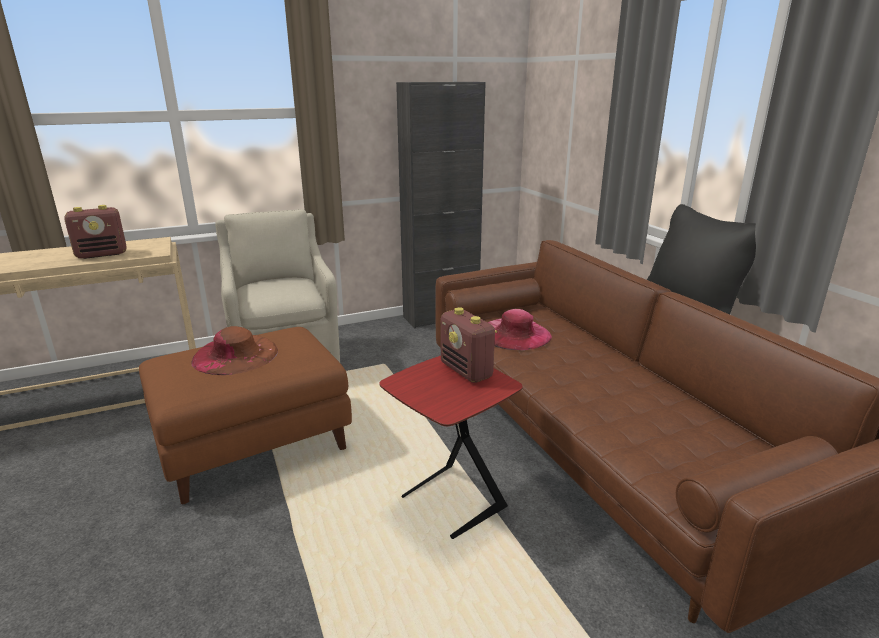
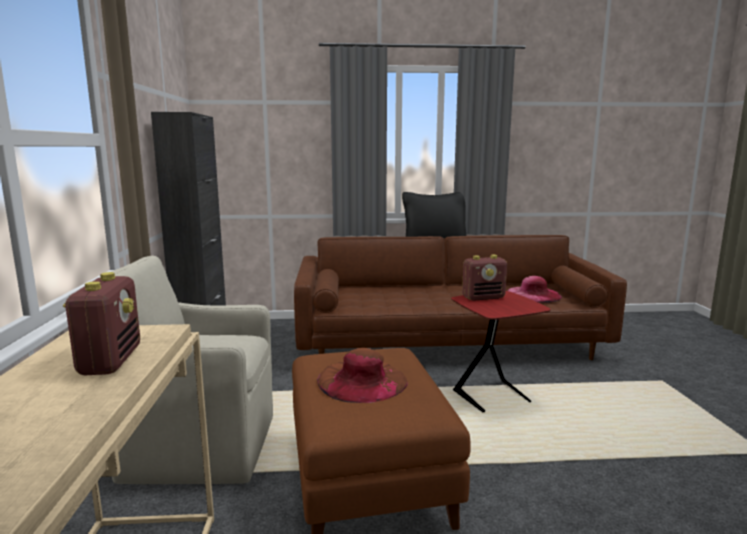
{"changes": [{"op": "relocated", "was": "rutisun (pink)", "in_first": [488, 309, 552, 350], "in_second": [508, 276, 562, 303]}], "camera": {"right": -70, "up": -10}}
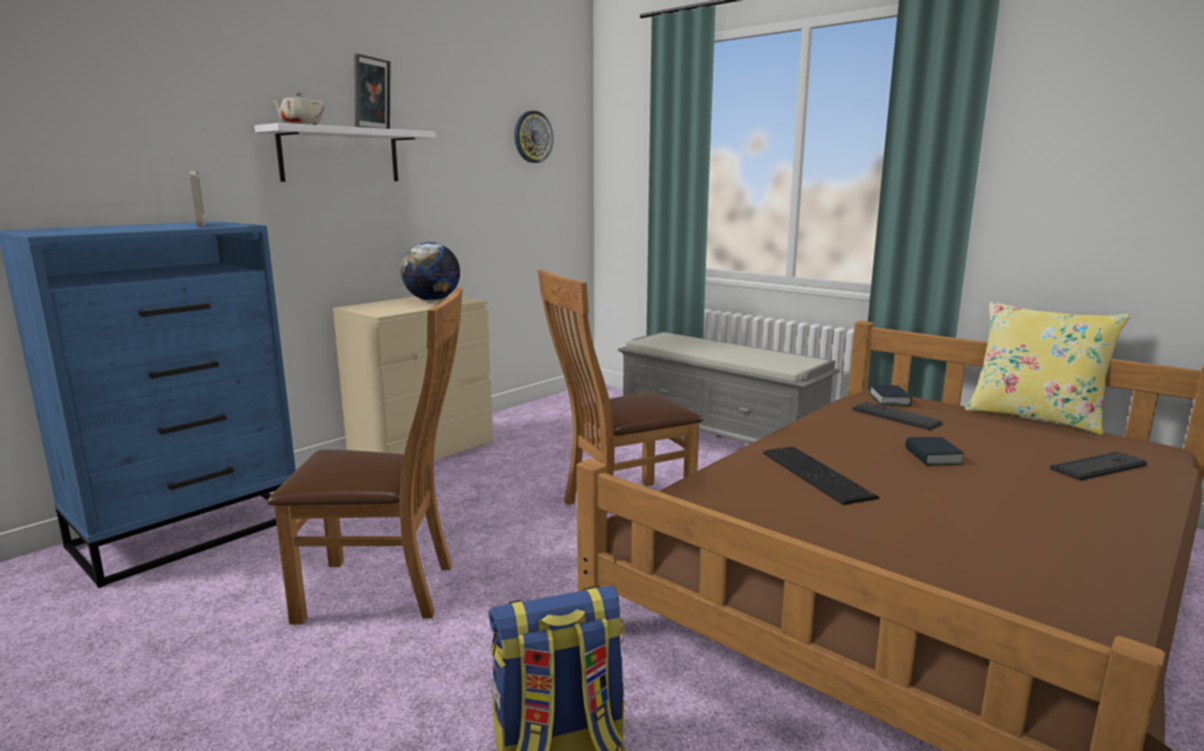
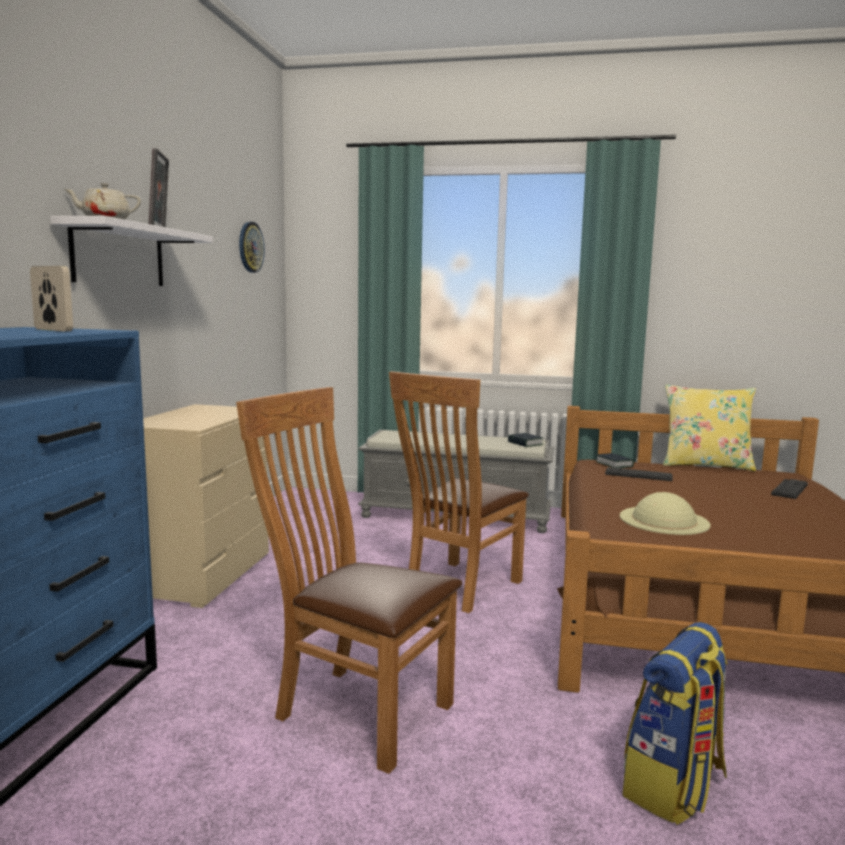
{"changes": [{"op": "missing", "was": "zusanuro", "in_first": [401, 242, 460, 301]}, {"op": "spun", "was": "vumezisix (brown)", "in_first": [267, 288, 463, 625], "in_second": [236, 387, 462, 774], "clockwise": -120}, {"op": "relocated", "was": "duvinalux", "in_first": [905, 437, 964, 466], "in_second": [508, 433, 543, 447]}, {"op": "exchanged", "was": "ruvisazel", "now": "rutisun (beige)", "in_first": [763, 447, 880, 505], "in_second": [620, 492, 711, 535]}], "camera": {"right": -30, "up": -5}}
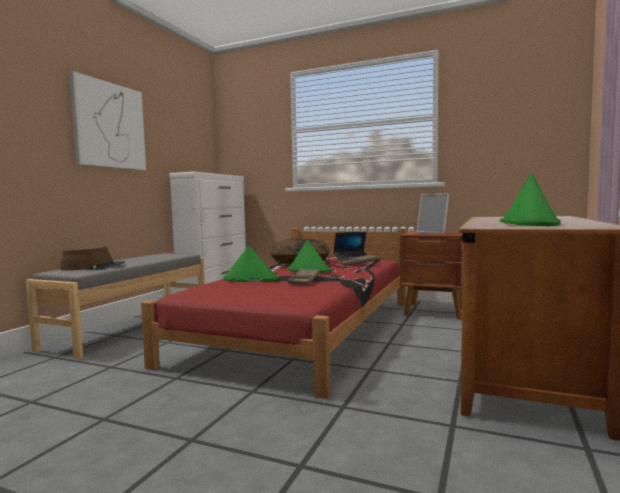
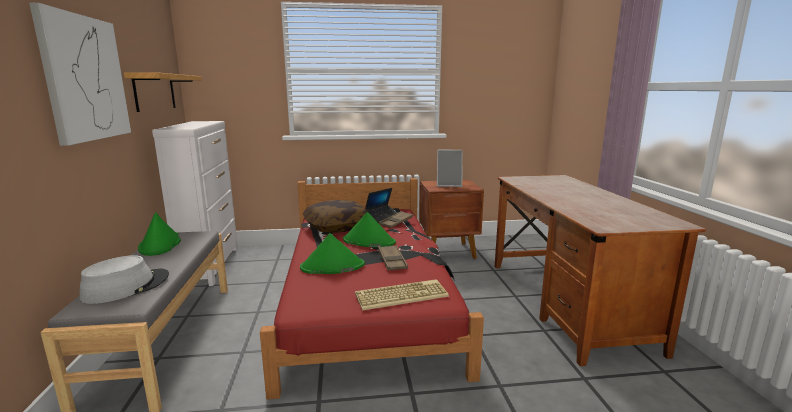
{"changes": [{"op": "relocated", "was": "rutisun (green)", "in_first": [500, 173, 561, 226], "in_second": [138, 212, 181, 256]}, {"op": "colour", "was": "rutisun (brown)", "now": "rutisun (grey)", "in_first": [60, 246, 125, 271], "in_second": [80, 255, 169, 304]}, {"op": "appeared", "now": "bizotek", "in_second": [124, 72, 202, 112]}, {"op": "appeared", "now": "ruvisazel", "in_second": [355, 279, 449, 311]}], "camera": {"right": -30, "up": 10}}
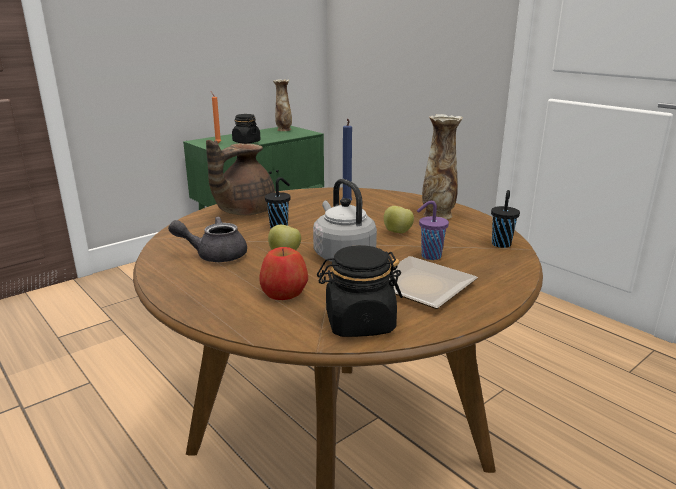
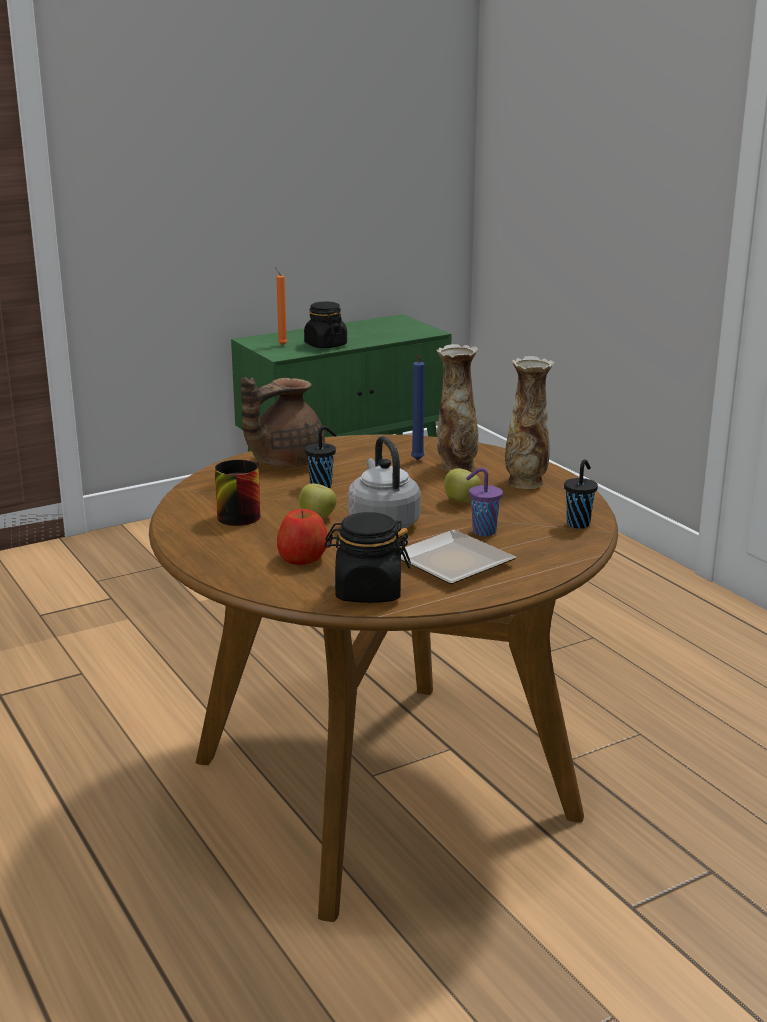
{"changes": [{"op": "relocated", "was": "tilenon", "in_first": [273, 79, 292, 131], "in_second": [436, 344, 479, 471]}, {"op": "exchanged", "was": "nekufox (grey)", "now": "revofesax", "in_first": [168, 217, 247, 262], "in_second": [214, 460, 260, 526]}], "camera": {"right": 10, "up": 0}}
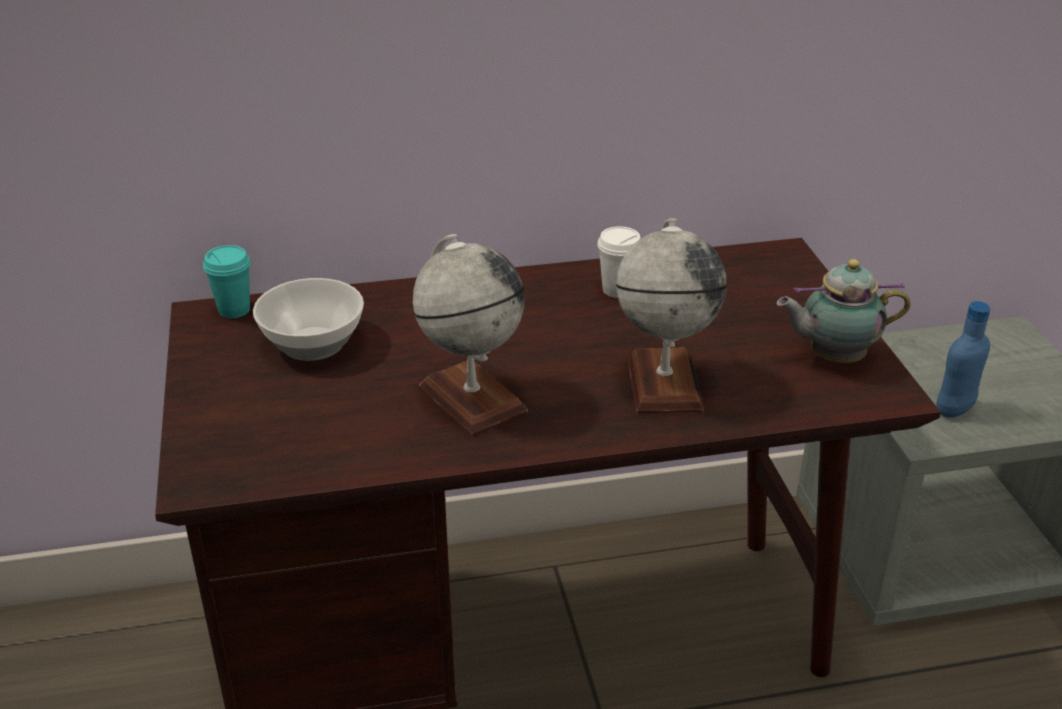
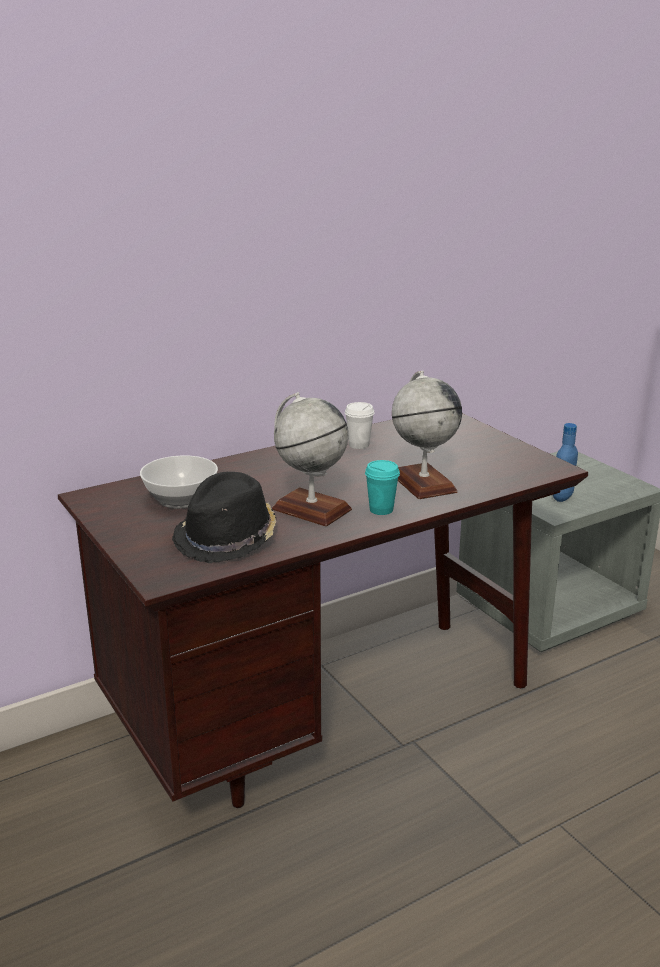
{"changes": [{"op": "relocated", "was": "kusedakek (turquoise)", "in_first": [203, 245, 250, 318], "in_second": [365, 460, 400, 515]}, {"op": "missing", "was": "nekufox", "in_first": [777, 259, 911, 363]}, {"op": "appeared", "now": "rutisun (black)", "in_second": [172, 472, 276, 563]}], "camera": {"right": -20, "up": -10}}
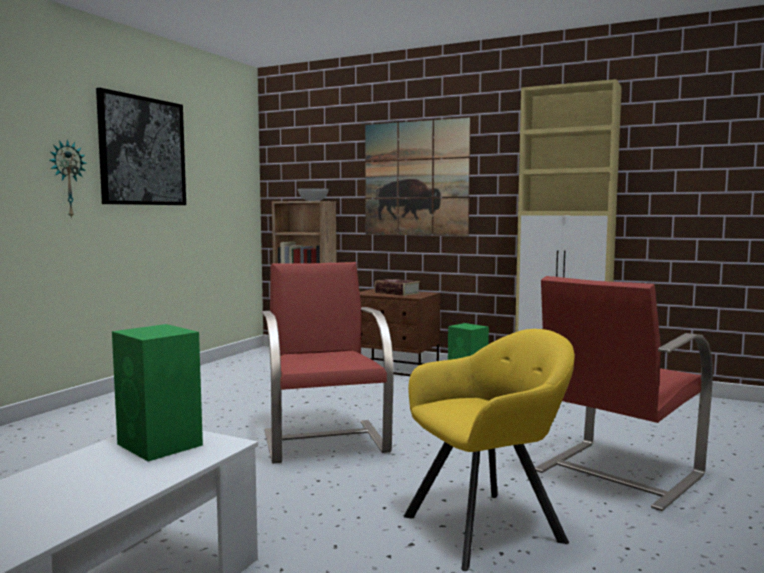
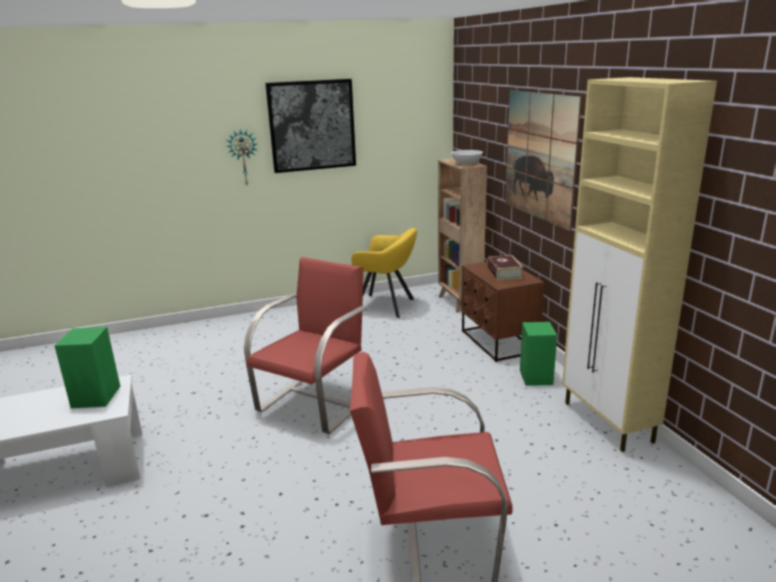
{"changes": [{"op": "relocated", "was": "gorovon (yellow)", "in_first": [404, 329, 575, 571], "in_second": [351, 228, 417, 318]}], "camera": {"right": 45, "up": 15}}
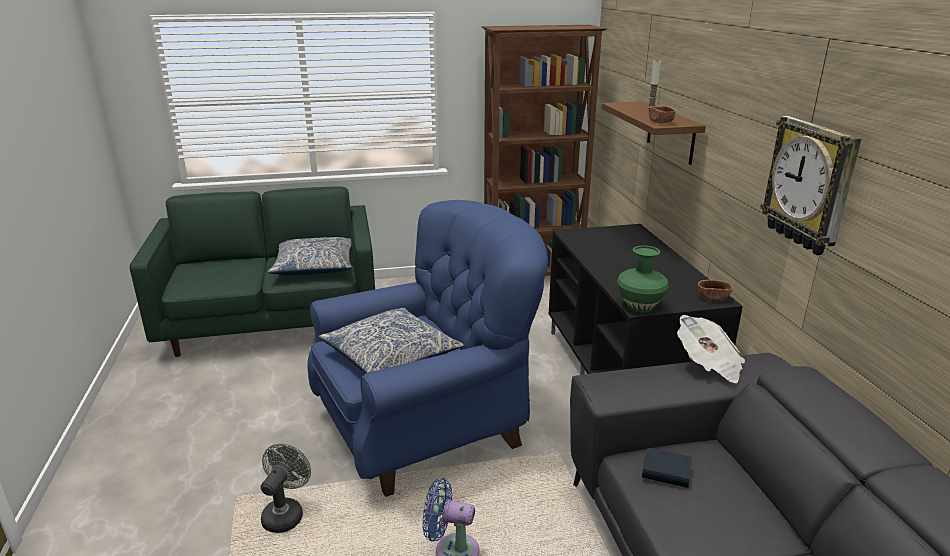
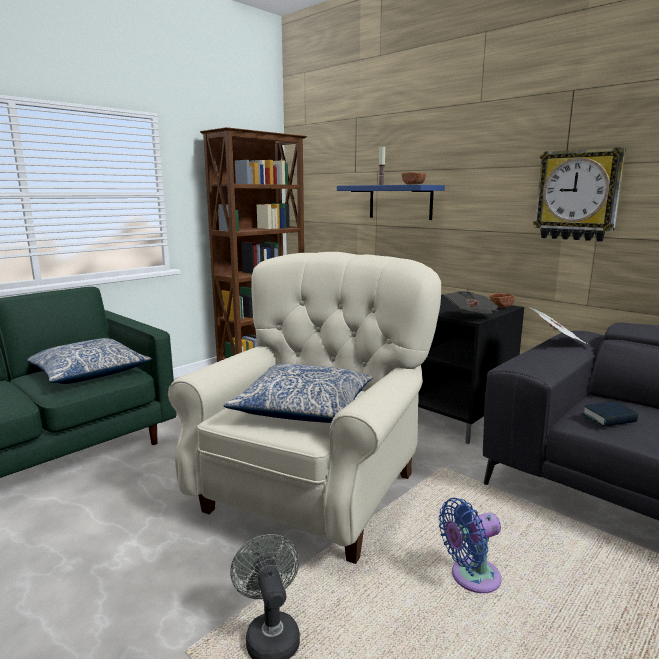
{"changes": [{"op": "colour", "was": "bizotek (brown)", "now": "bizotek (blue)", "in_first": [602, 101, 706, 165], "in_second": [337, 185, 445, 220]}, {"op": "colour", "was": "gorovon (blue)", "now": "gorovon (beige)", "in_first": [307, 200, 548, 497], "in_second": [168, 252, 441, 564]}, {"op": "exchanged", "was": "tilenon (green)", "now": "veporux", "in_first": [617, 246, 669, 313], "in_second": [444, 291, 499, 314]}], "camera": {"right": -35, "up": -10}}
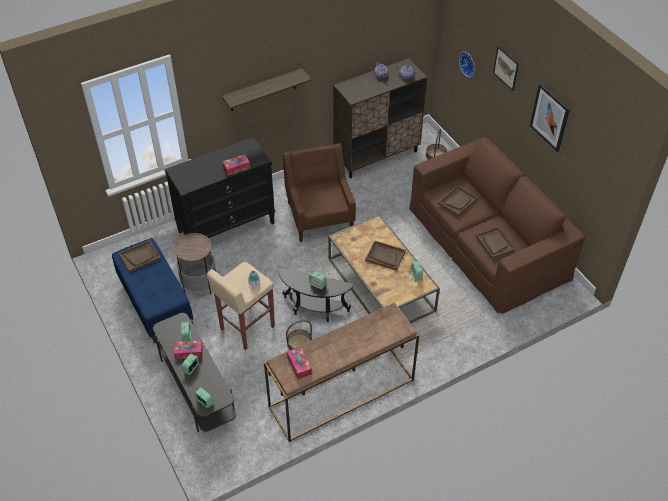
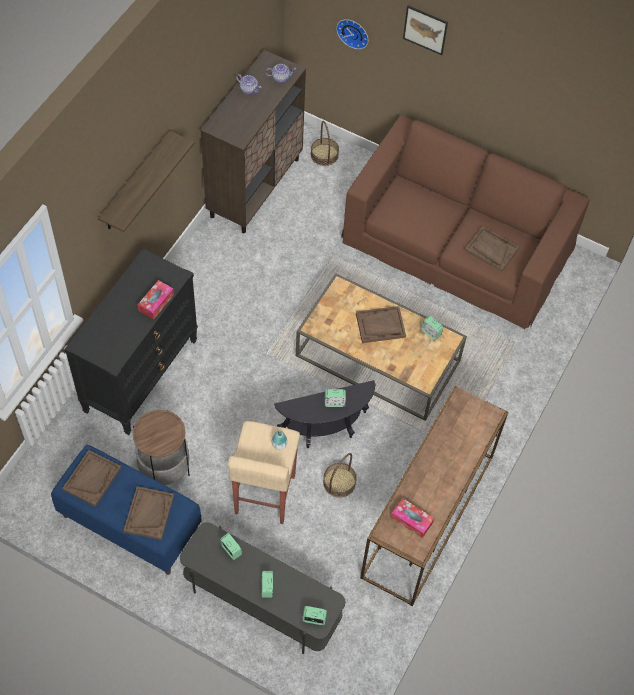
{"changes": [{"op": "missing", "was": "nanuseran", "in_first": [530, 83, 570, 152]}, {"op": "missing", "was": "gorovon (brown)", "in_first": [283, 143, 356, 242]}, {"op": "relocated", "was": "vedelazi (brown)", "in_first": [438, 186, 478, 216], "in_second": [124, 486, 174, 540]}, {"op": "missing", "was": "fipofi", "in_first": [174, 340, 203, 359]}], "camera": {"right": -35, "up": 10}}
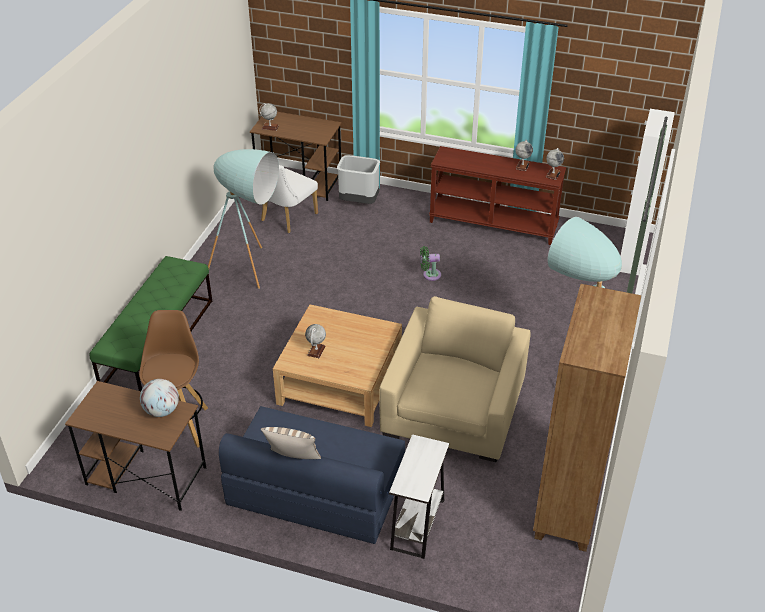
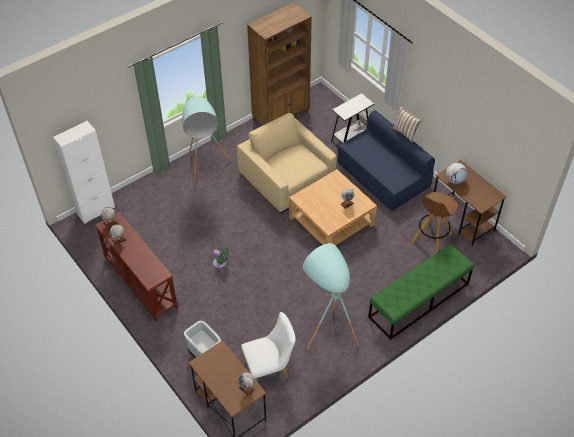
{"changes": [{"op": "spun", "was": "gorovon (beige)", "in_first": [379, 296, 531, 462], "in_second": [237, 113, 337, 213], "clockwise": 90}], "camera": {"right": -145, "up": 10}}
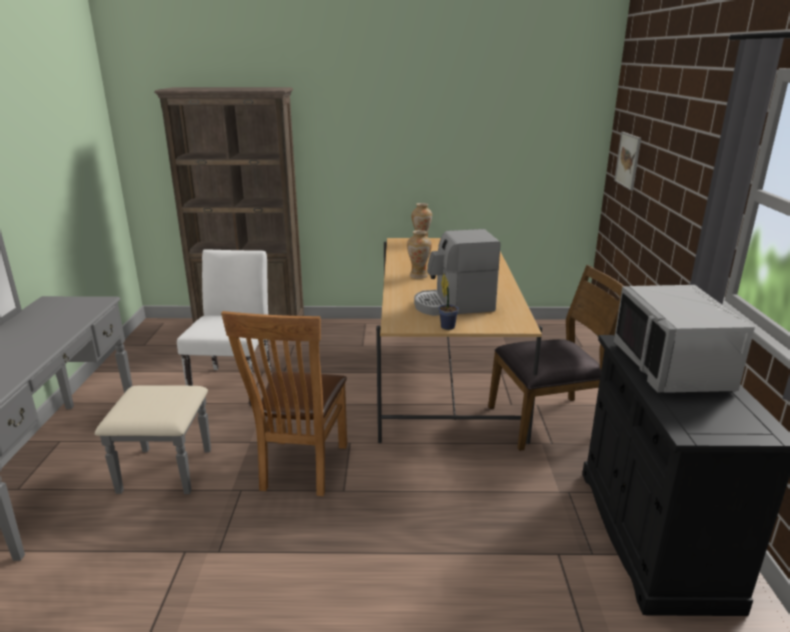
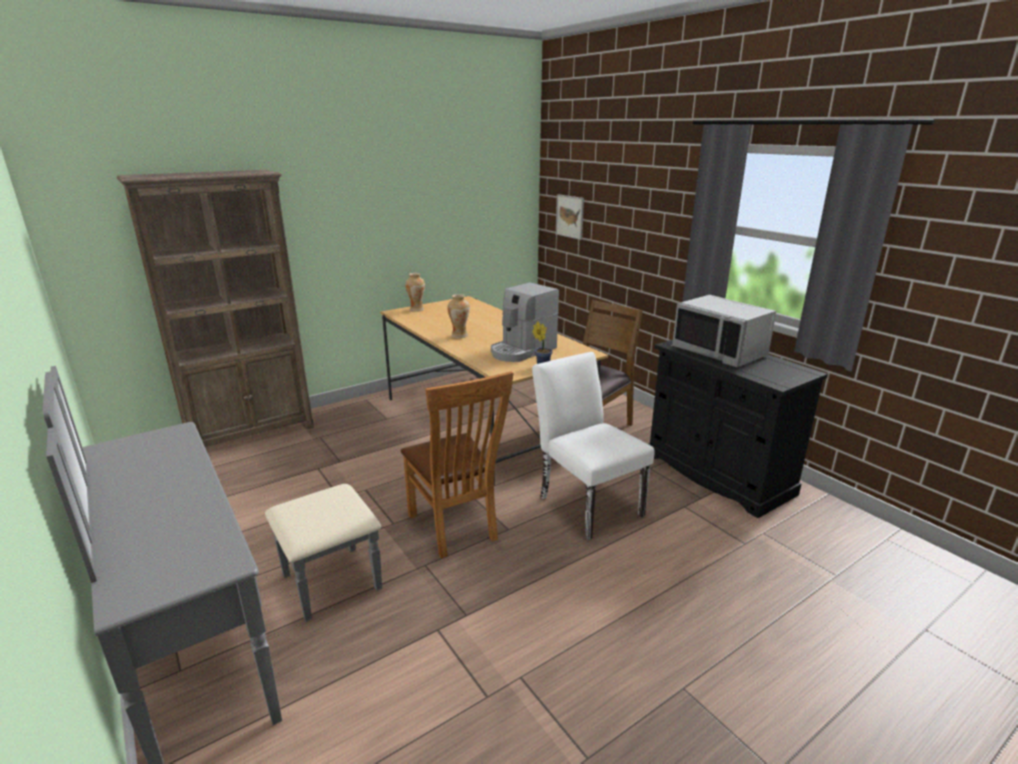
{"changes": [{"op": "relocated", "was": "vumezisix (white)", "in_first": [177, 249, 271, 406], "in_second": [532, 352, 654, 540]}], "camera": {"right": -35, "up": 0}}
